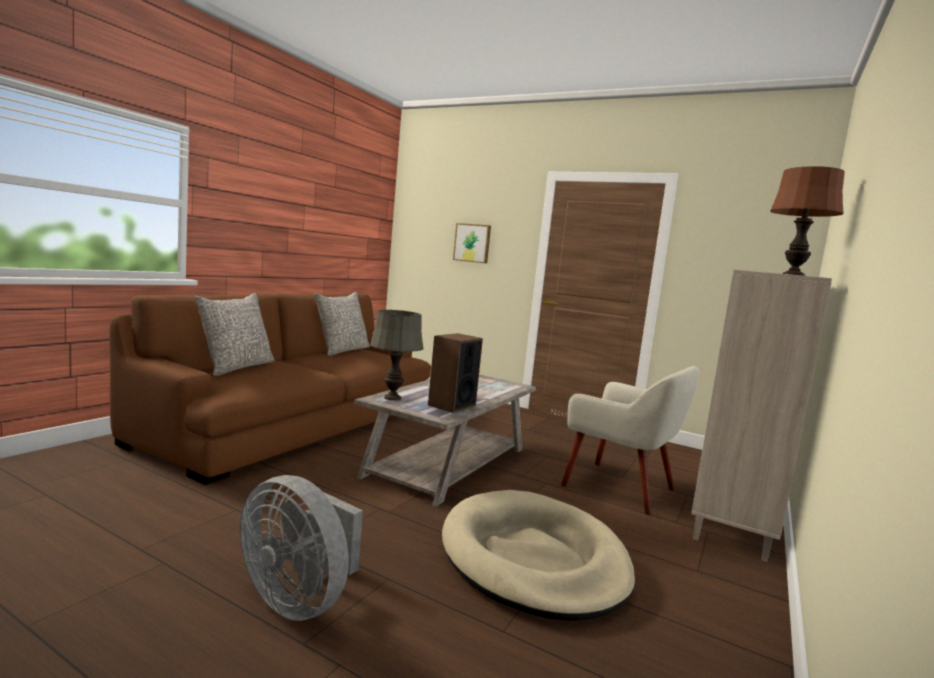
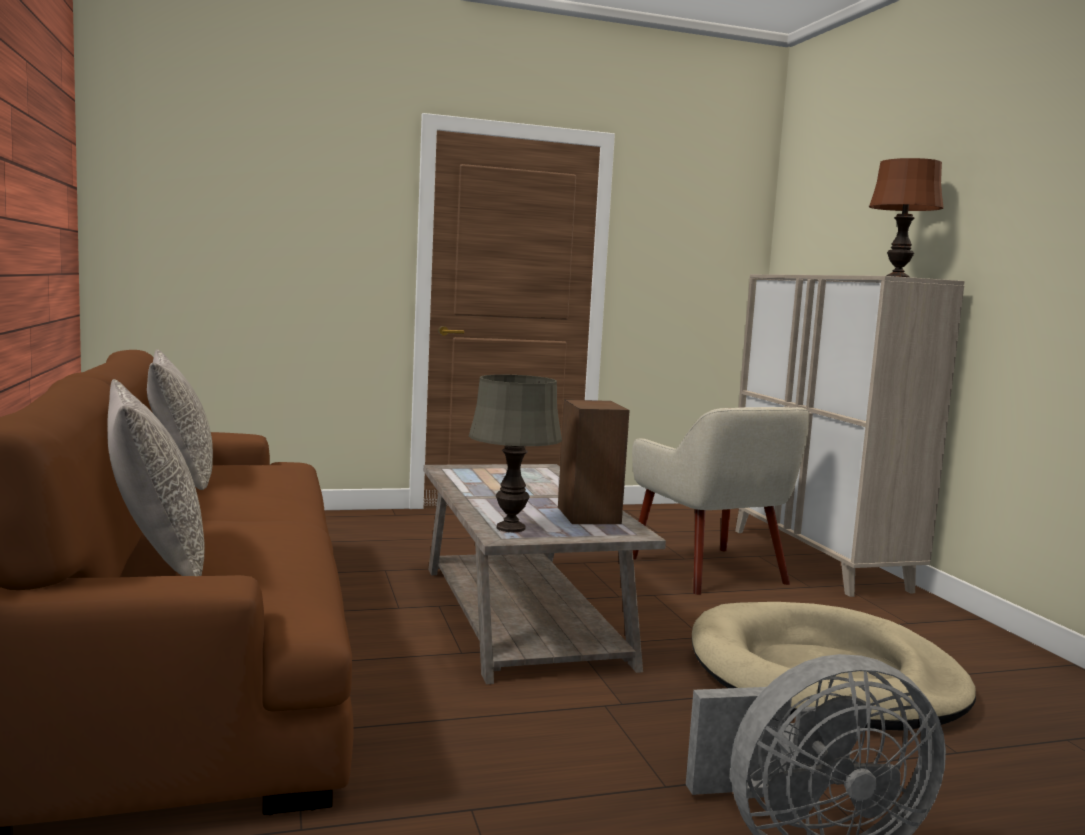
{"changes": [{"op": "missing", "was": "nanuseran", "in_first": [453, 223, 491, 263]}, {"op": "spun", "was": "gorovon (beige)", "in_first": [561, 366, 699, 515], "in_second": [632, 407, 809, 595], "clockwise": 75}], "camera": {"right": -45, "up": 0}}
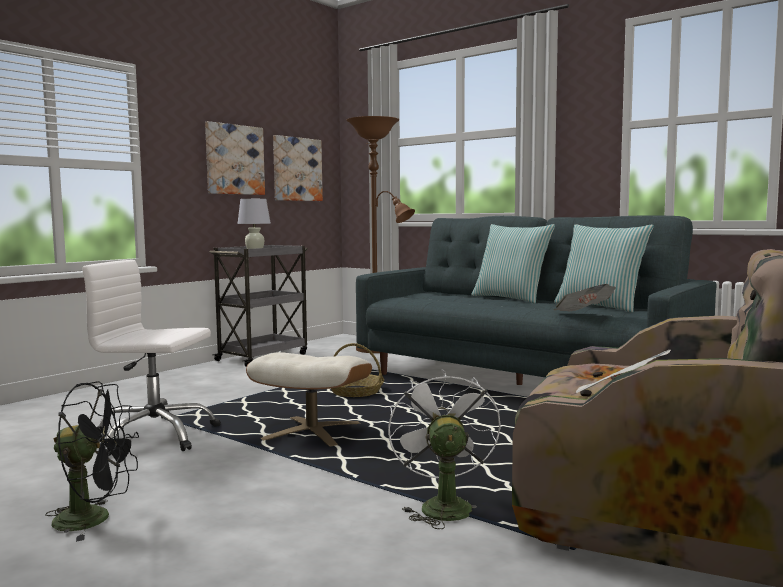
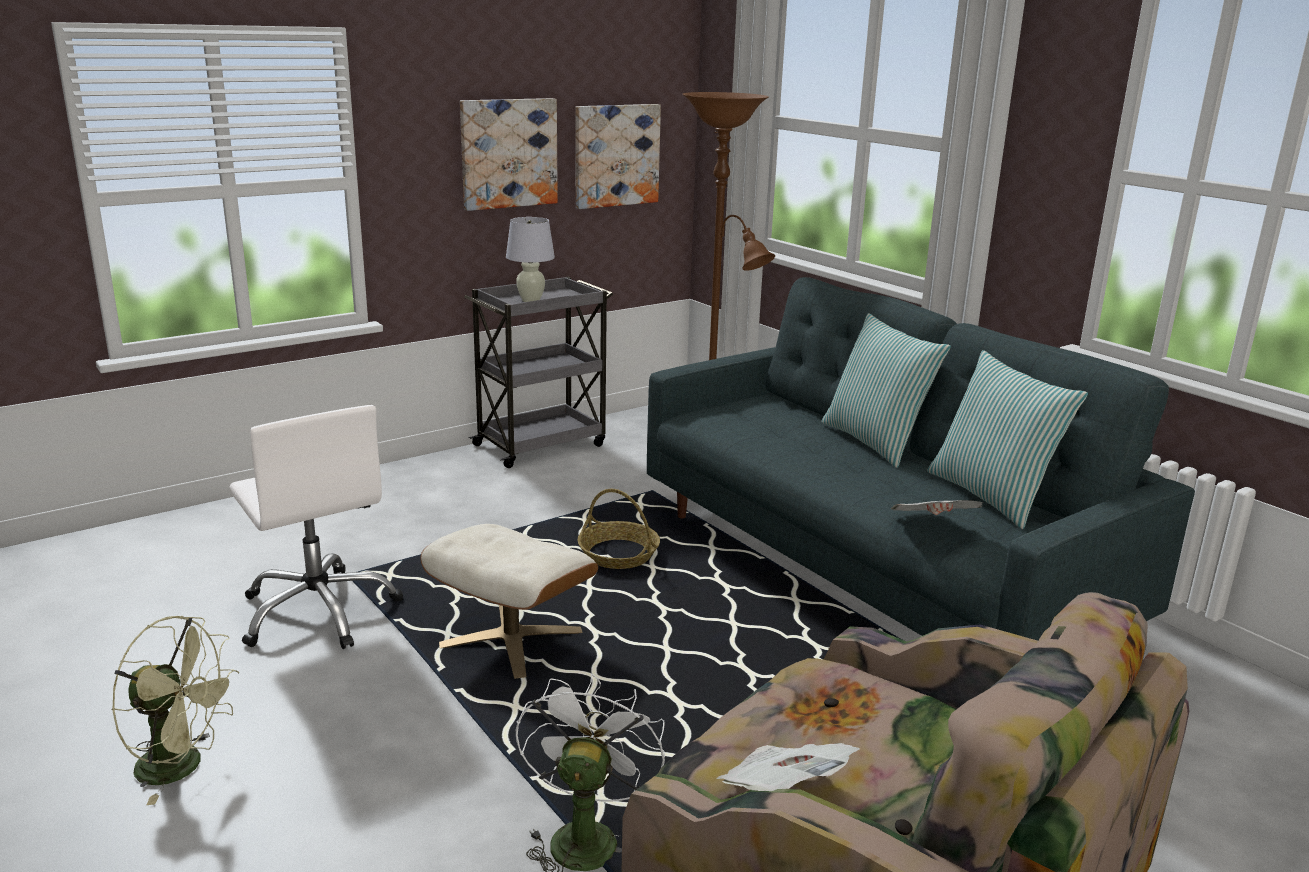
{"changes": [{"op": "spun", "was": "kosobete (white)", "in_first": [82, 260, 221, 456], "in_second": [229, 405, 403, 649], "clockwise": -150}, {"op": "colour", "was": "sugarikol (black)", "now": "sugarikol (green)", "in_first": [45, 381, 139, 542], "in_second": [112, 616, 240, 805]}], "camera": {"right": 15, "up": 15}}
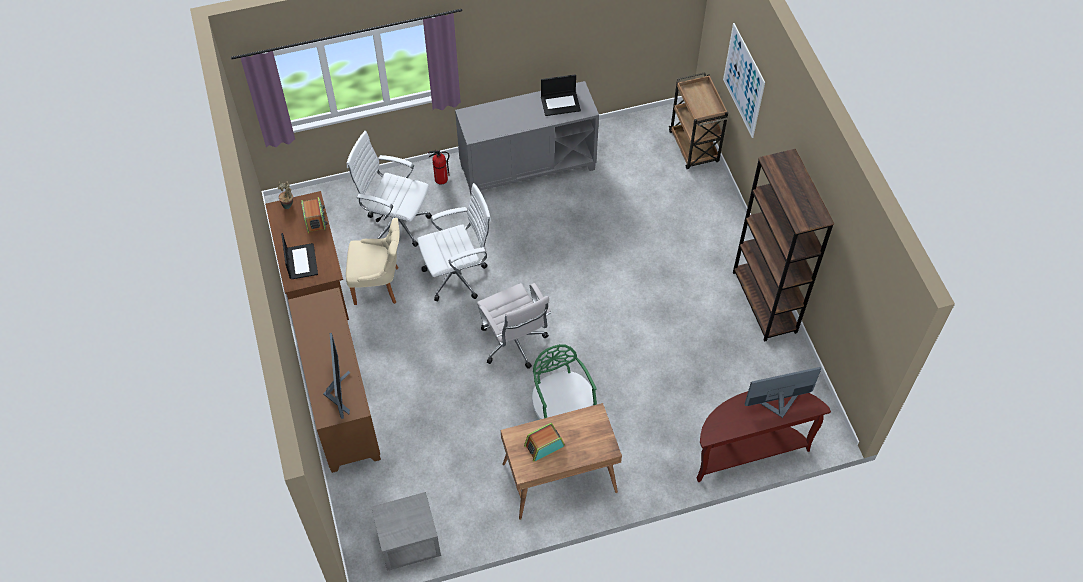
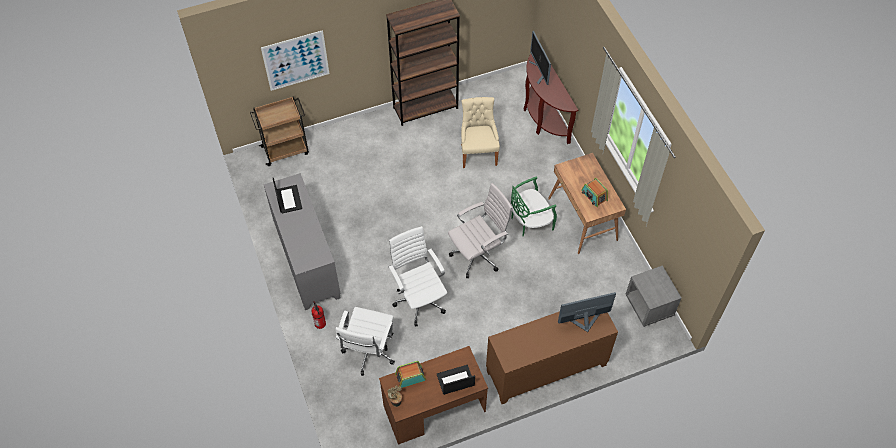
{"changes": [{"op": "relocated", "was": "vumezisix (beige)", "in_first": [346, 218, 400, 305], "in_second": [461, 97, 500, 168]}], "camera": {"right": -95, "up": 0}}
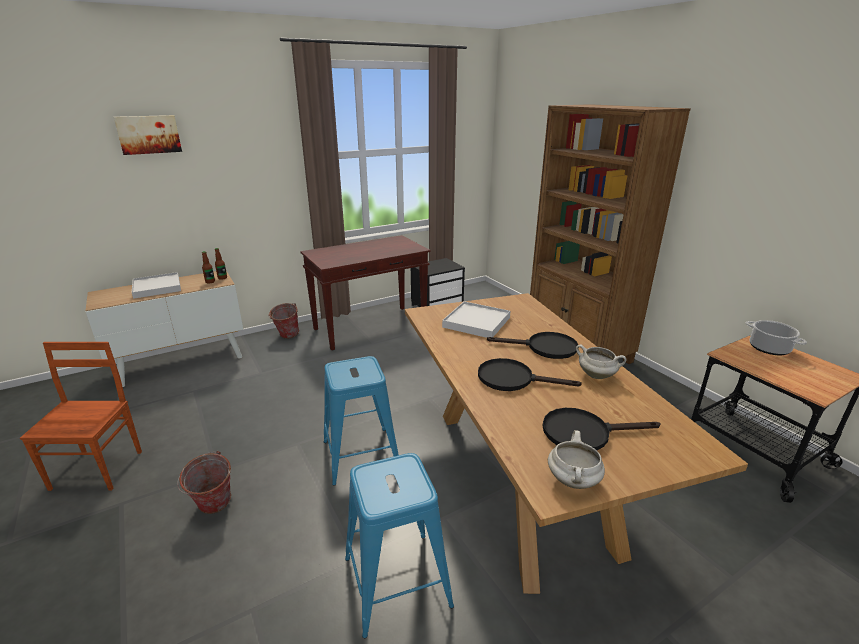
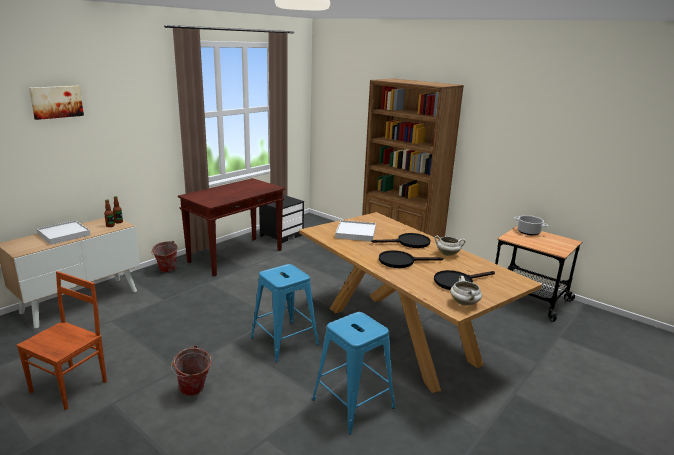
{"changes": [{"op": "spun", "was": "vumezisix (brown)", "in_first": [20, 342, 142, 491], "in_second": [16, 271, 107, 410], "clockwise": 45}], "camera": {"right": -20, "up": -5}}
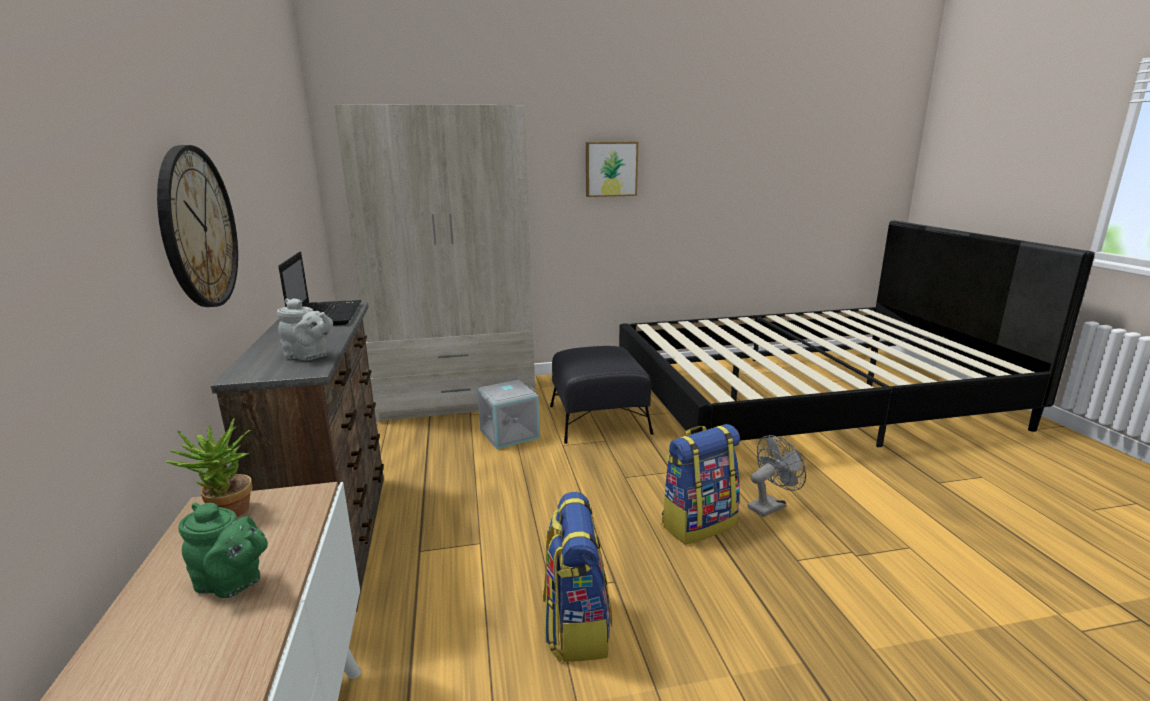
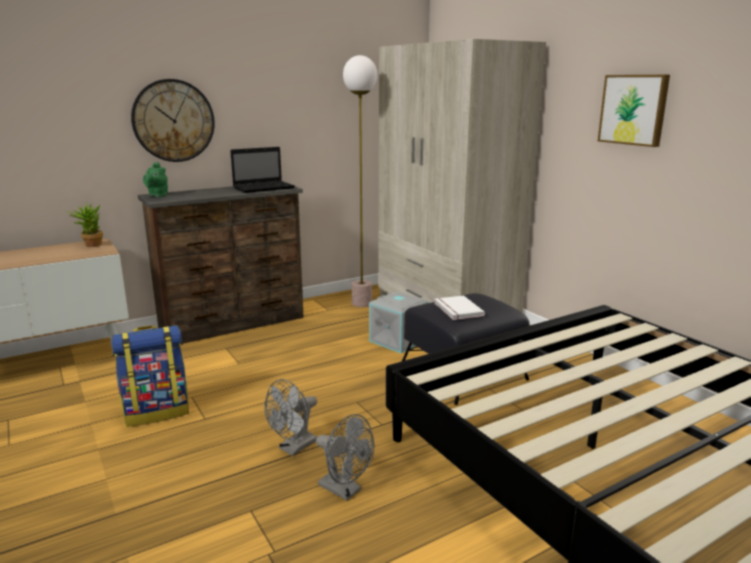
{"changes": [{"op": "missing", "was": "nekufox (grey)", "in_first": [277, 298, 333, 360]}, {"op": "exchanged", "was": "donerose", "now": "sugarikol (grey)", "in_first": [662, 424, 740, 545], "in_second": [264, 379, 317, 456]}, {"op": "relocated", "was": "nekufox (green)", "in_first": [179, 503, 268, 598], "in_second": [143, 162, 168, 197]}, {"op": "appeared", "now": "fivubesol", "in_second": [343, 55, 377, 307]}, {"op": "appeared", "now": "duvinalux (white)", "in_second": [435, 295, 485, 320]}], "camera": {"right": 70, "up": 0}}
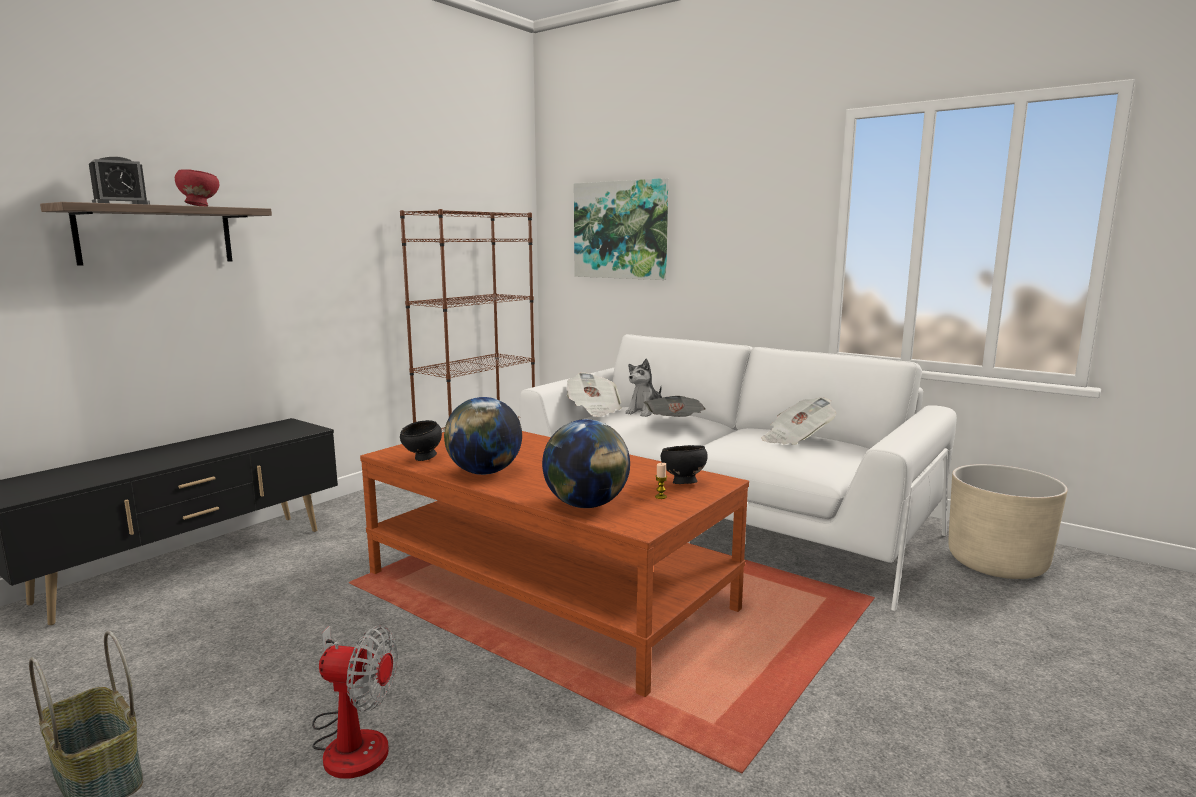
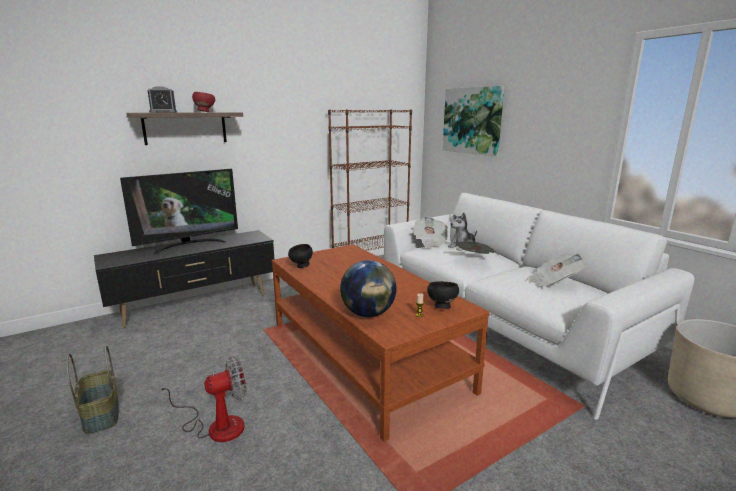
{"changes": [{"op": "missing", "was": "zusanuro", "in_first": [444, 397, 522, 475]}, {"op": "spun", "was": "sugarikol", "in_first": [312, 626, 398, 779], "in_second": [160, 357, 247, 442], "clockwise": -60}, {"op": "appeared", "now": "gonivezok", "in_second": [120, 169, 238, 255]}], "camera": {"right": 20, "up": 5}}
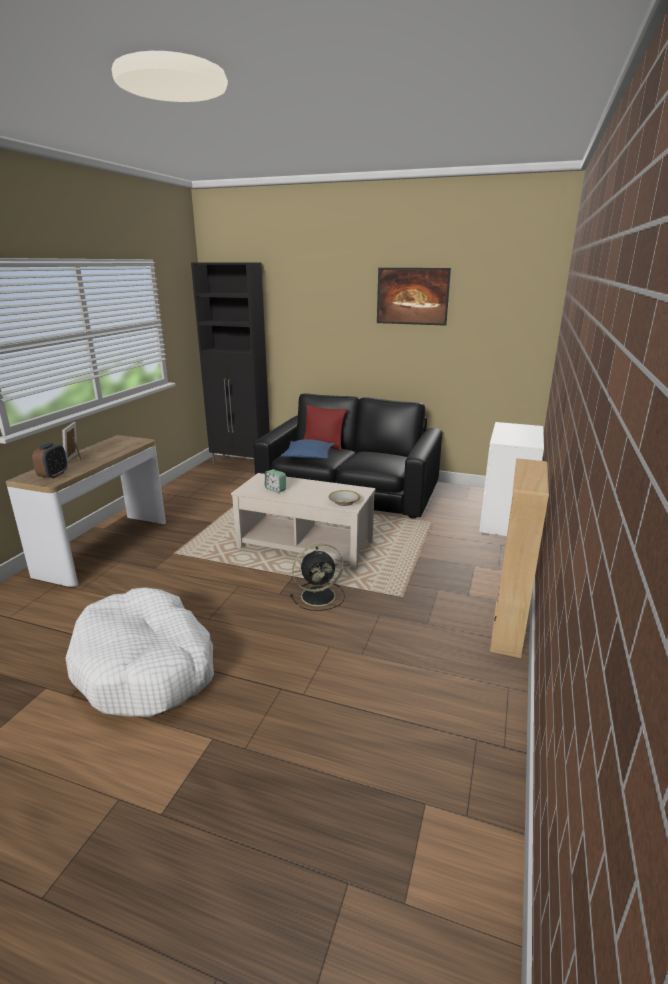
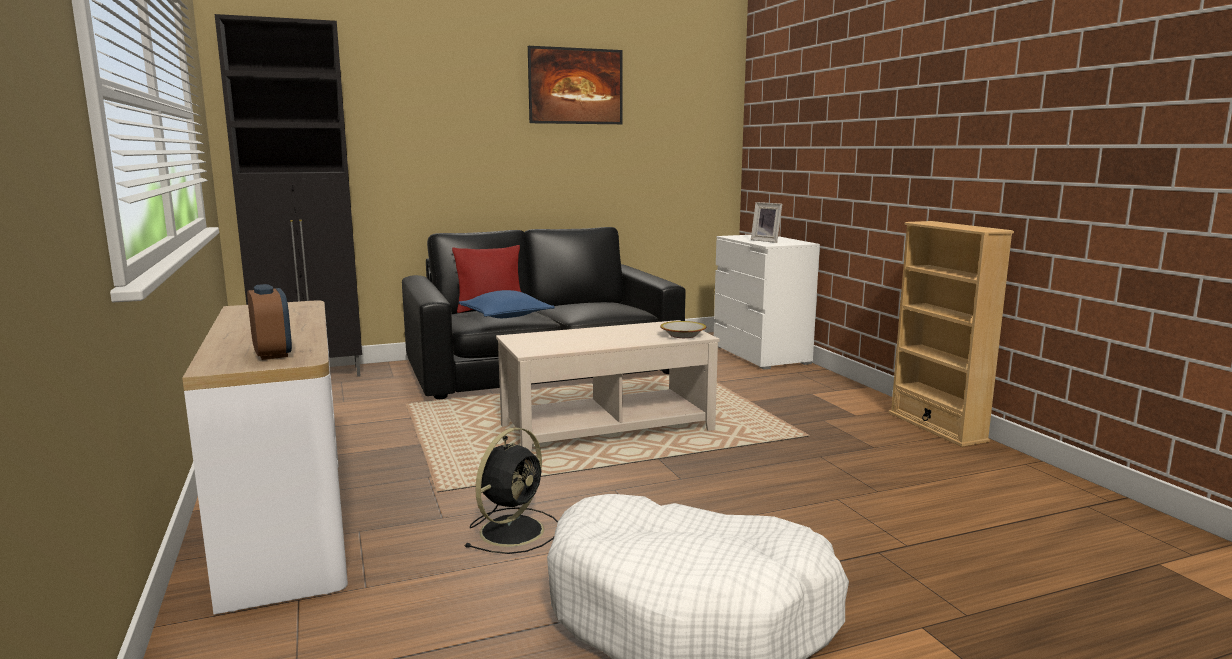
{"changes": [{"op": "relocated", "was": "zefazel", "in_first": [62, 422, 81, 462], "in_second": [751, 202, 782, 243]}, {"op": "missing", "was": "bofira", "in_first": [265, 469, 286, 493]}, {"op": "relocated", "was": "sugarikol (black)", "in_first": [290, 544, 345, 611], "in_second": [465, 427, 558, 554]}], "camera": {"right": -40, "up": -10}}
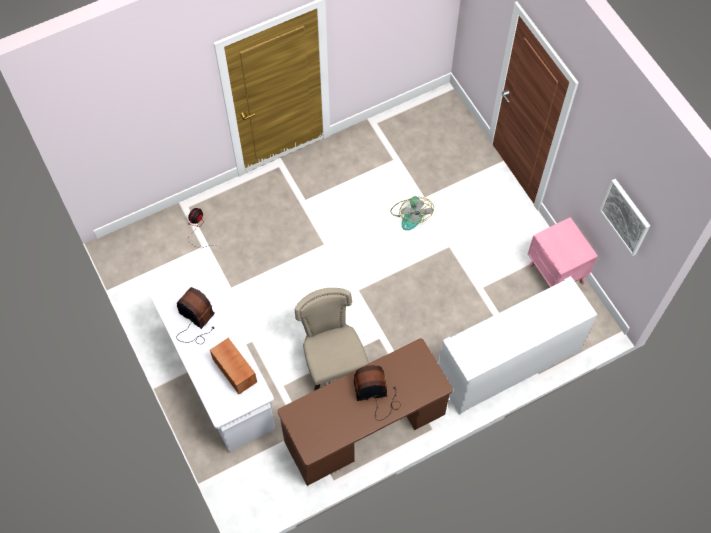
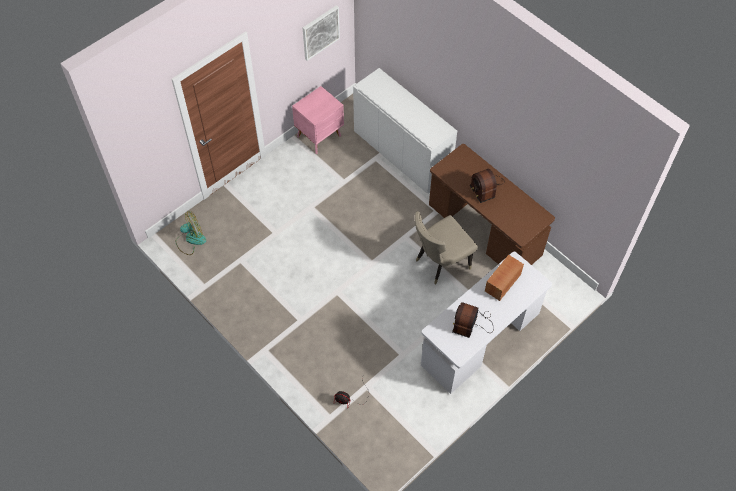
{"changes": [{"op": "relocated", "was": "sugarikol", "in_first": [390, 196, 434, 230], "in_second": [176, 211, 206, 255]}], "camera": {"right": -105, "up": -5}}
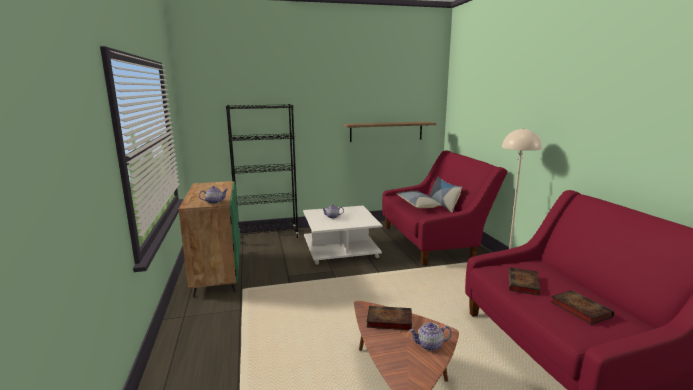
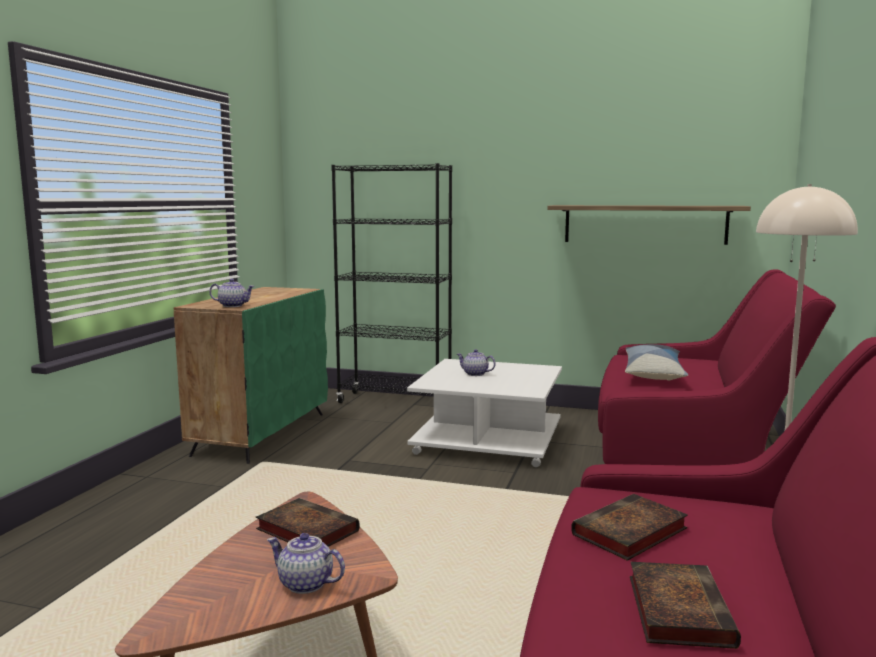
{"changes": [{"op": "missing", "was": "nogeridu", "in_first": [429, 176, 462, 213]}], "camera": {"right": 30, "up": -5}}
